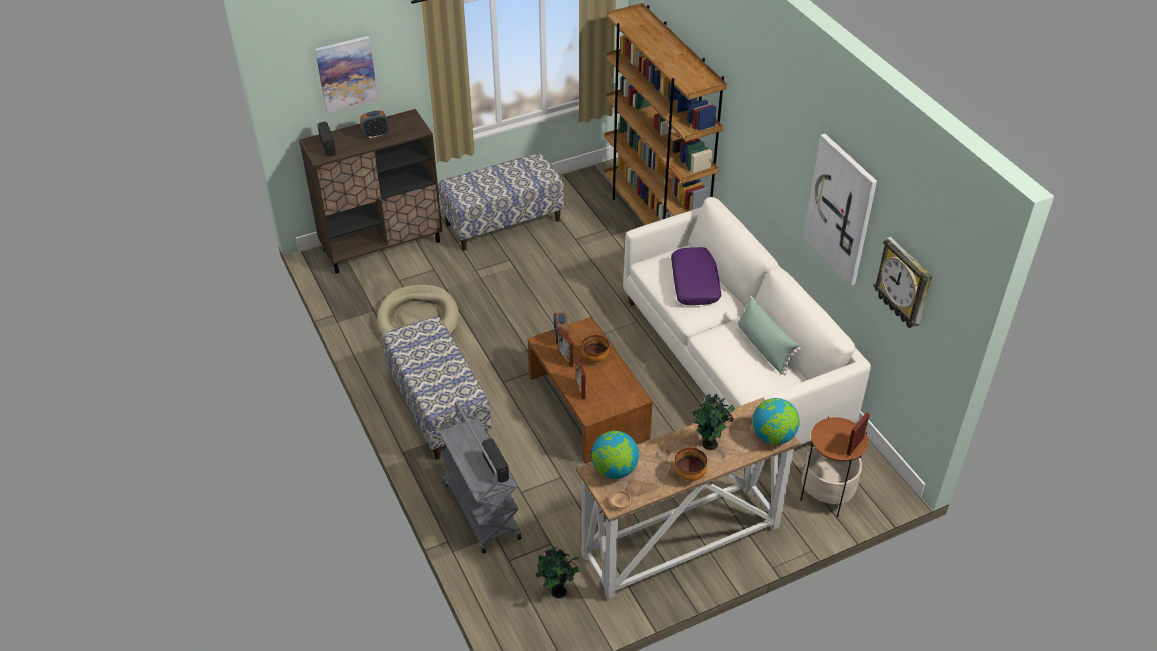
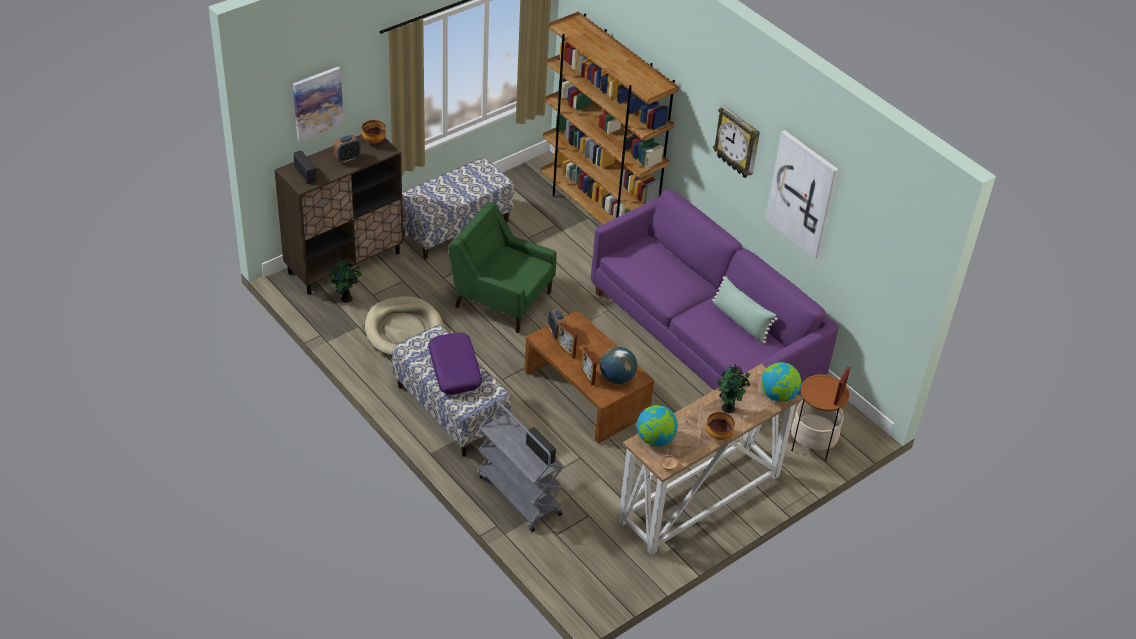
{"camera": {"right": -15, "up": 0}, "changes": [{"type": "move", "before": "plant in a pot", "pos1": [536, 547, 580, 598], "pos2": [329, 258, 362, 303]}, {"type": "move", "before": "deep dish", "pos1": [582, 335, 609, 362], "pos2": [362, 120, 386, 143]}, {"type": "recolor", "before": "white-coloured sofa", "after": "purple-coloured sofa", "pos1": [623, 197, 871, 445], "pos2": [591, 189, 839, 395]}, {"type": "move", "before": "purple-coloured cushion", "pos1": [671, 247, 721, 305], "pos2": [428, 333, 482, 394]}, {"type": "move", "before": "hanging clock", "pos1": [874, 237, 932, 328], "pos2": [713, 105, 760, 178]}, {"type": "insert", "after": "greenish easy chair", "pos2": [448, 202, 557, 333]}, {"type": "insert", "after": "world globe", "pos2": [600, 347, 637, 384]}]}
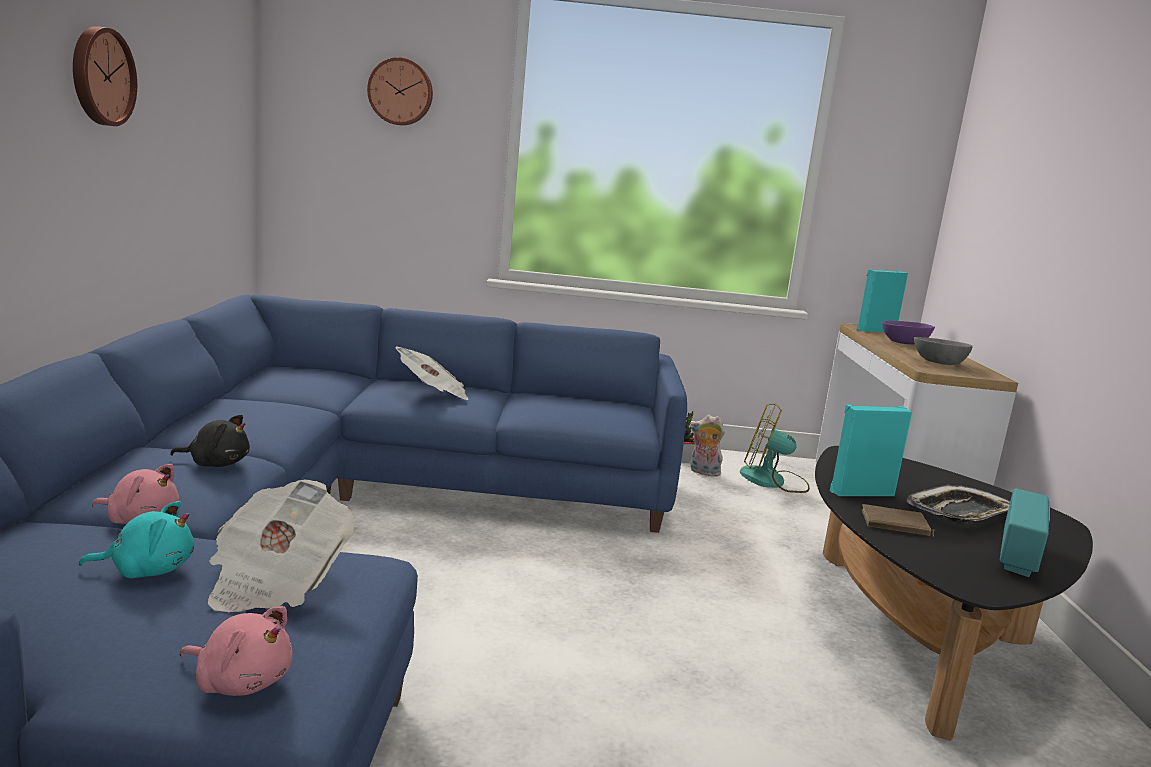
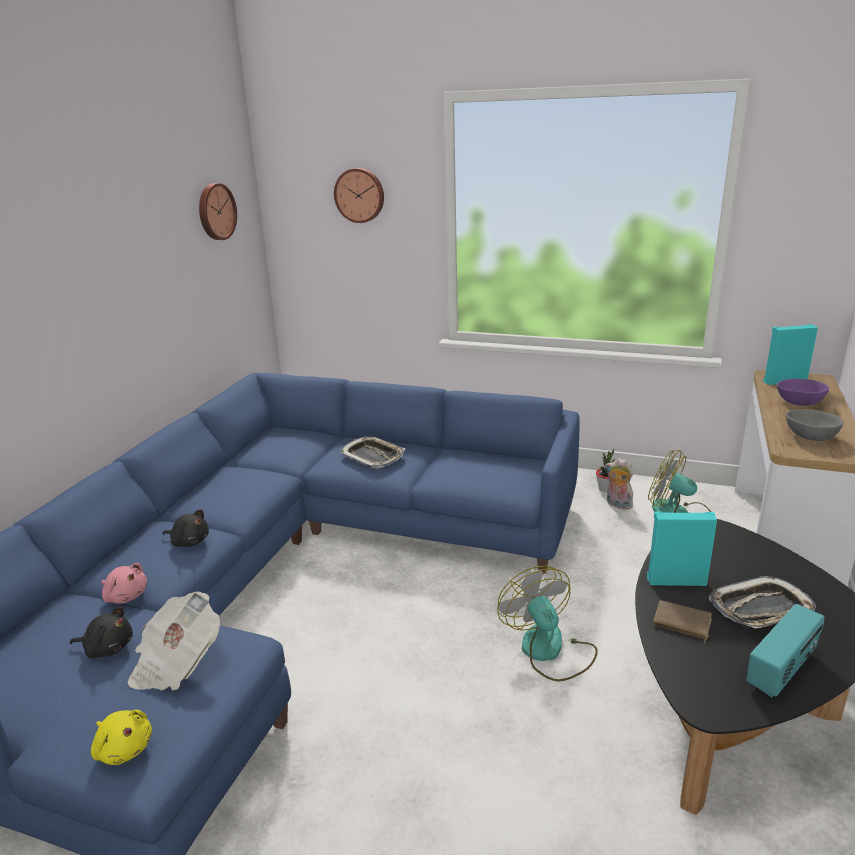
{"camera": {"right": 20, "up": 10}, "changes": [{"type": "move", "before": "hanging clock", "pos1": [73, 26, 137, 126], "pos2": [199, 183, 237, 240]}, {"type": "recolor", "before": "turquoise plush toy", "after": "black-coloured plush toy", "pos1": [79, 501, 194, 578], "pos2": [70, 607, 133, 659]}, {"type": "recolor", "before": "pink plush toy", "after": "yellow-coloured plush toy", "pos1": [180, 606, 293, 696], "pos2": [91, 710, 152, 765]}, {"type": "replace", "before": "daily paper", "after": "carrying tray", "pos1": [395, 347, 468, 400], "pos2": [340, 436, 405, 468]}, {"type": "insert", "after": "electric fan", "pos2": [497, 566, 598, 682]}]}
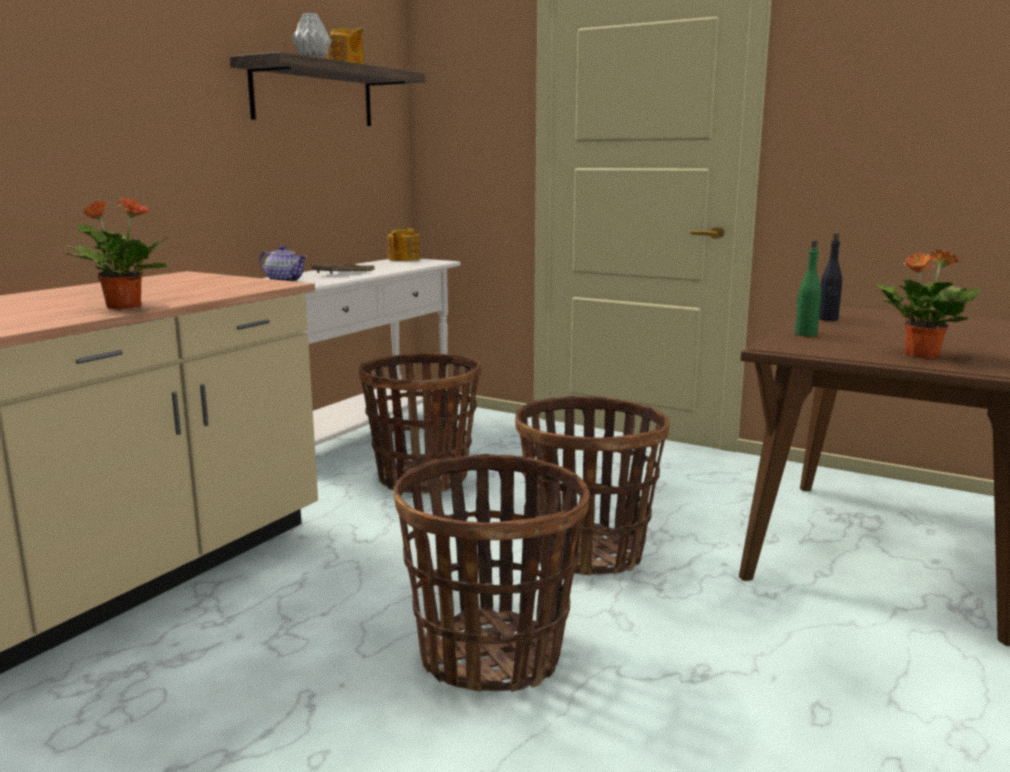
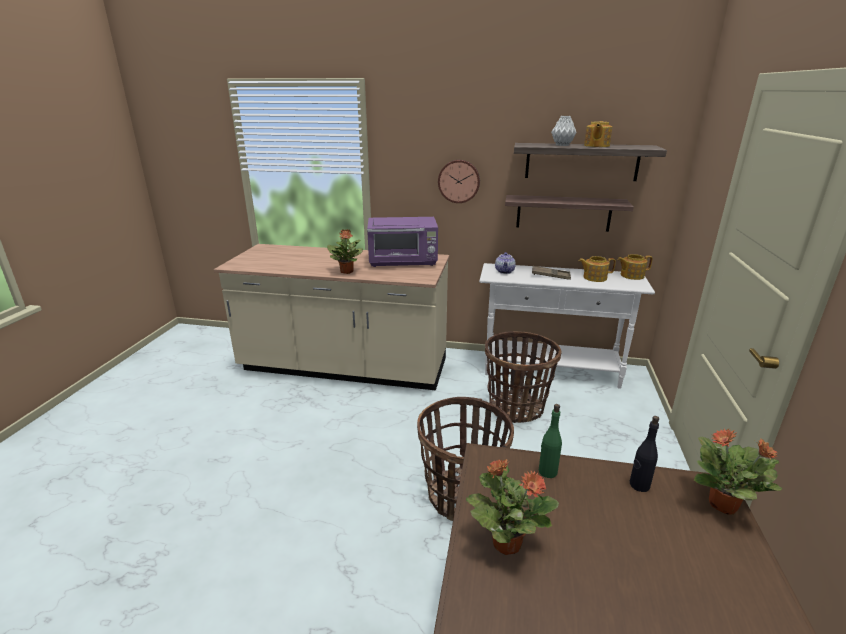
{"camera": {"right": 70, "up": 10}, "changes": [{"type": "delete", "before": "household basket", "pos1": [393, 454, 590, 692]}, {"type": "insert", "after": "purple-coloured microwave", "pos2": [367, 217, 438, 267]}, {"type": "insert", "after": "hanging clock", "pos2": [438, 160, 480, 203]}, {"type": "insert", "after": "bracket shelf", "pos2": [505, 195, 634, 232]}, {"type": "insert", "after": "teapot", "pos2": [579, 256, 616, 282]}, {"type": "insert", "after": "plant in a pot", "pos2": [694, 429, 783, 515]}]}
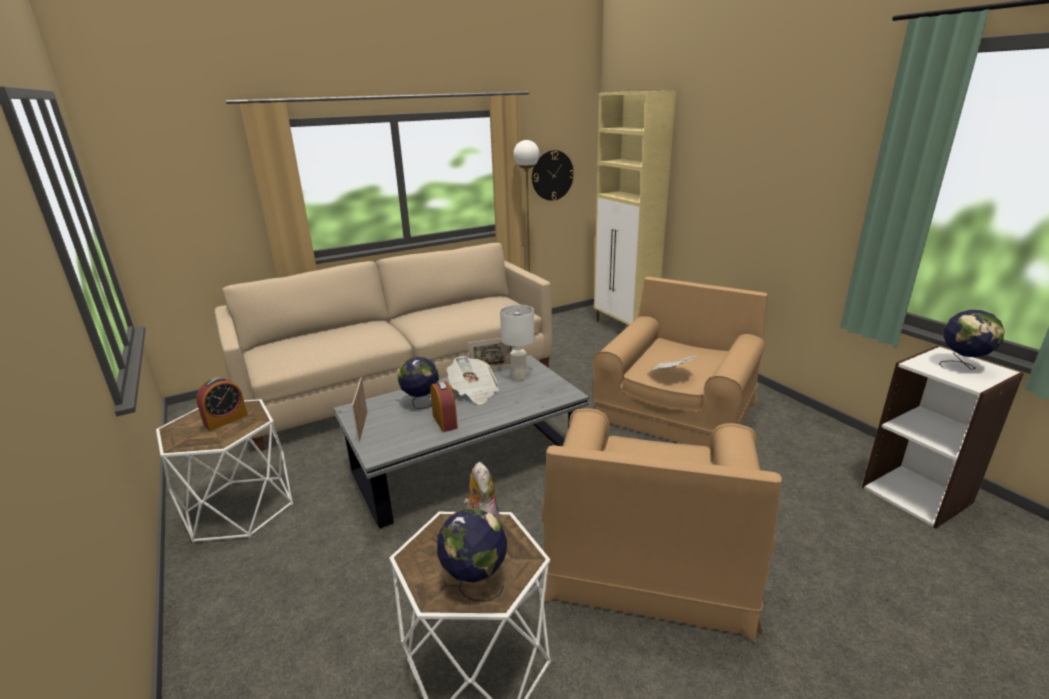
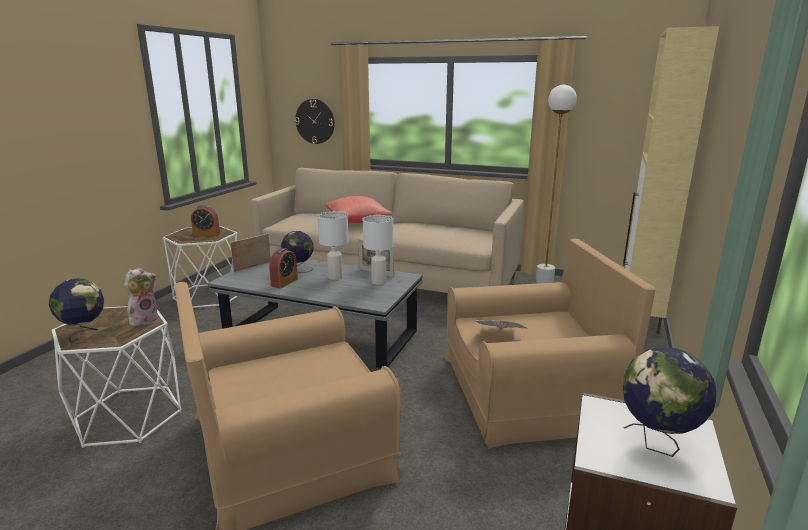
{"camera": {"right": 50, "up": -5}, "changes": [{"type": "replace", "before": "daily paper", "after": "white-coloured table lamp", "pos1": [447, 356, 499, 405], "pos2": [318, 211, 349, 280]}, {"type": "move", "before": "hanging clock", "pos1": [532, 150, 574, 201], "pos2": [295, 99, 335, 144]}, {"type": "insert", "after": "reddish cushion", "pos2": [325, 196, 393, 223]}]}
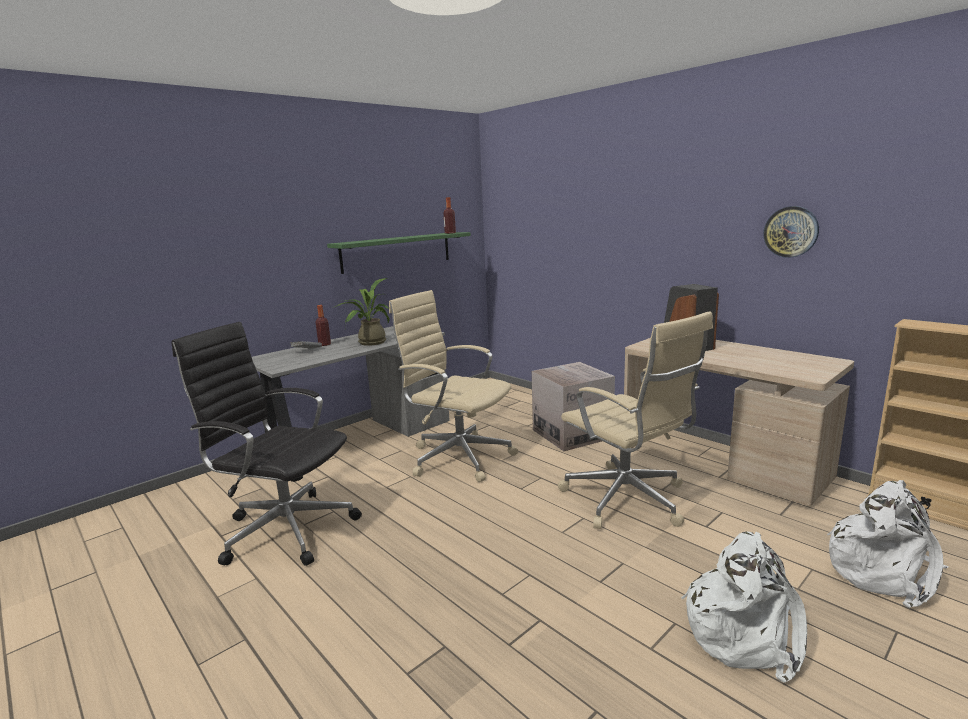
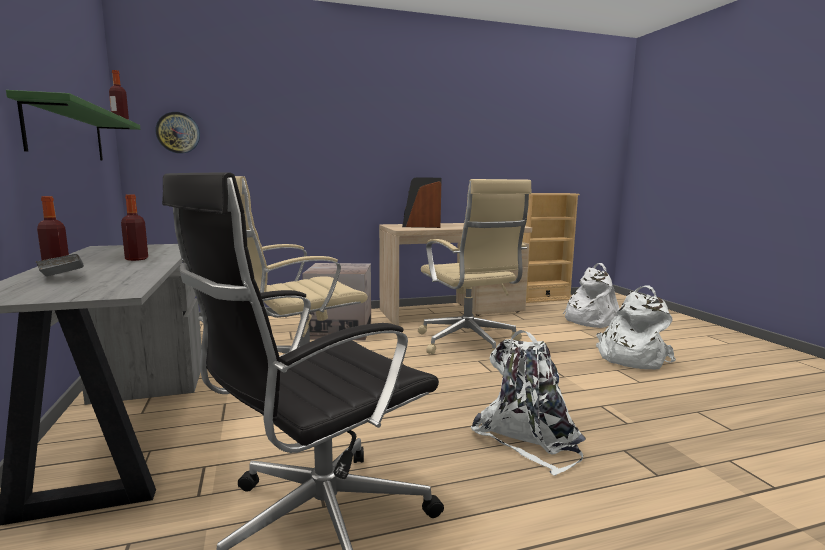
{"camera": {"right": -65, "up": -5}, "changes": [{"type": "replace", "before": "plant in a pot", "after": "bottle", "pos1": [335, 278, 389, 346], "pos2": [121, 194, 148, 261]}, {"type": "rotate", "before": "beige office chair", "pos1": [558, 311, 713, 529], "pos2": [418, 179, 532, 354], "turn": 75}, {"type": "move", "before": "hanging clock", "pos1": [763, 206, 819, 258], "pos2": [156, 112, 200, 154]}, {"type": "insert", "after": "white-coloured rucksack", "pos2": [471, 330, 586, 476]}]}
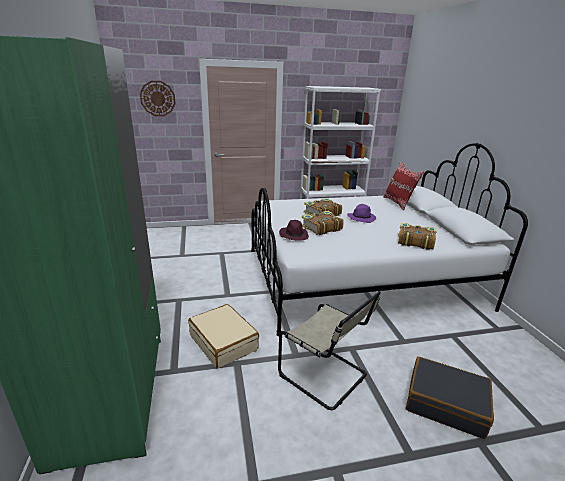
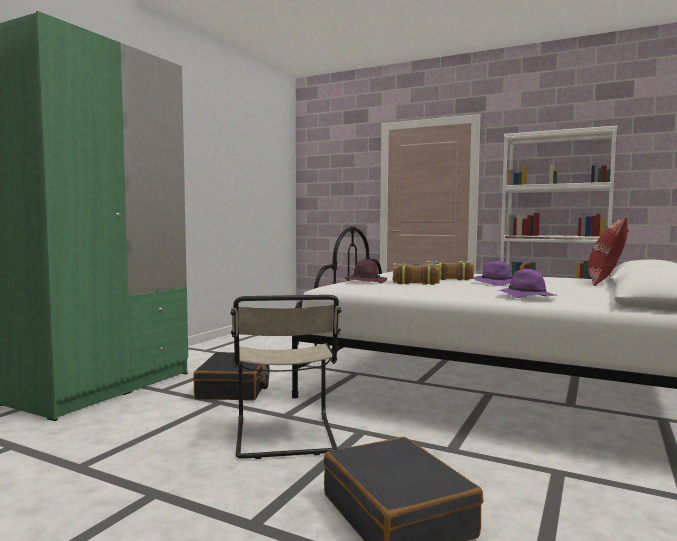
{"camera": {"right": 40, "up": -20}, "changes": [{"type": "delete", "before": "hanging clock", "pos1": [140, 81, 176, 116]}, {"type": "recolor", "before": "beige suitcase", "after": "black-coloured suitcase", "pos1": [188, 304, 259, 369], "pos2": [193, 352, 269, 401]}, {"type": "replace", "before": "bound book", "after": "purple-coloured wearable hat", "pos1": [398, 223, 437, 250], "pos2": [498, 269, 558, 298]}]}
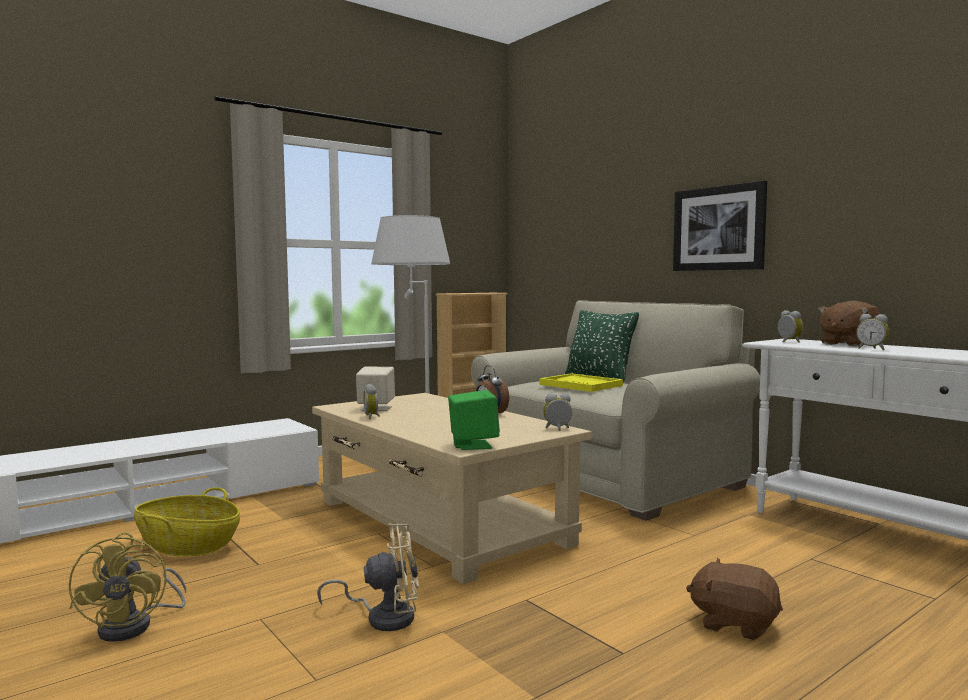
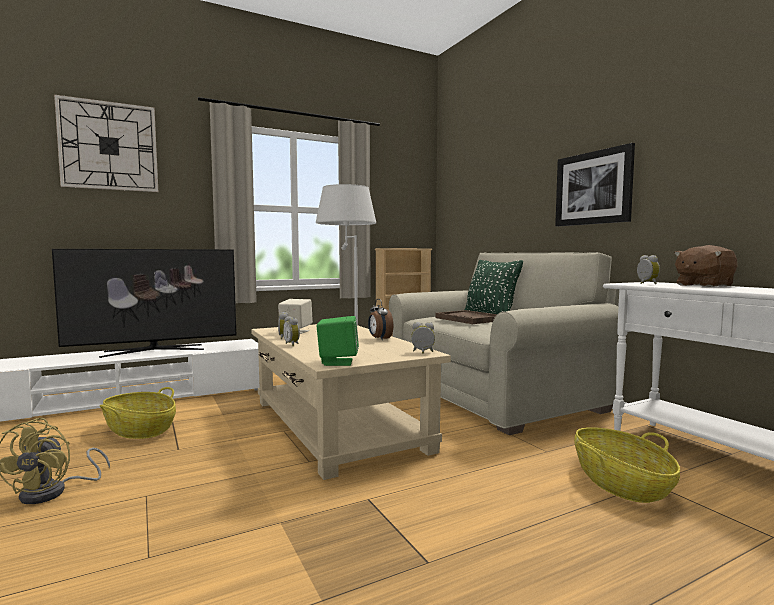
{"camera": {"right": 10, "up": 0}, "changes": [{"type": "delete", "before": "beige electric fan", "pos1": [317, 524, 419, 631]}, {"type": "recolor", "before": "yellow-coloured carrying tray", "after": "brown carrying tray", "pos1": [540, 373, 623, 392], "pos2": [436, 310, 497, 324]}, {"type": "delete", "before": "brown plush toy", "pos1": [686, 558, 783, 640]}, {"type": "move", "before": "alarm clock", "pos1": [856, 314, 890, 350], "pos2": [283, 316, 300, 346]}, {"type": "insert", "after": "TV set", "pos2": [52, 249, 236, 358]}, {"type": "insert", "after": "hanging clock", "pos2": [54, 95, 158, 192]}, {"type": "insert", "after": "household basket", "pos2": [574, 427, 680, 503]}]}
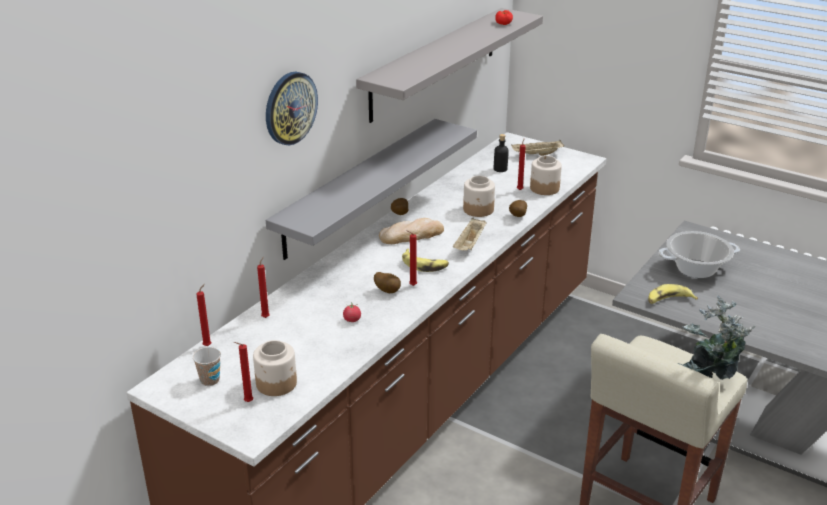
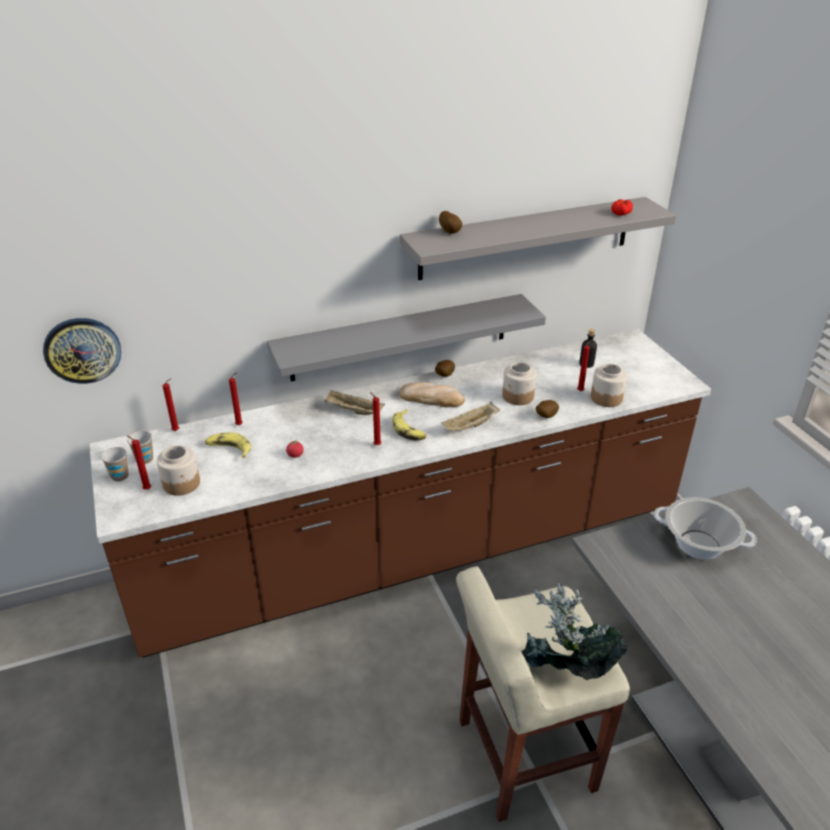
{"camera": {"right": 35, "up": 5}, "changes": [{"type": "move", "before": "hanging clock", "pos1": [266, 72, 318, 145], "pos2": [43, 318, 121, 384]}, {"type": "move", "before": "potato", "pos1": [374, 272, 401, 293], "pos2": [439, 211, 462, 234]}, {"type": "move", "before": "beige carrying tray", "pos1": [511, 140, 564, 156], "pos2": [324, 390, 385, 415]}, {"type": "move", "before": "whole banana", "pos1": [648, 284, 698, 304], "pos2": [205, 432, 251, 458]}, {"type": "insert", "after": "drinking cup", "pos2": [101, 447, 129, 482]}]}
